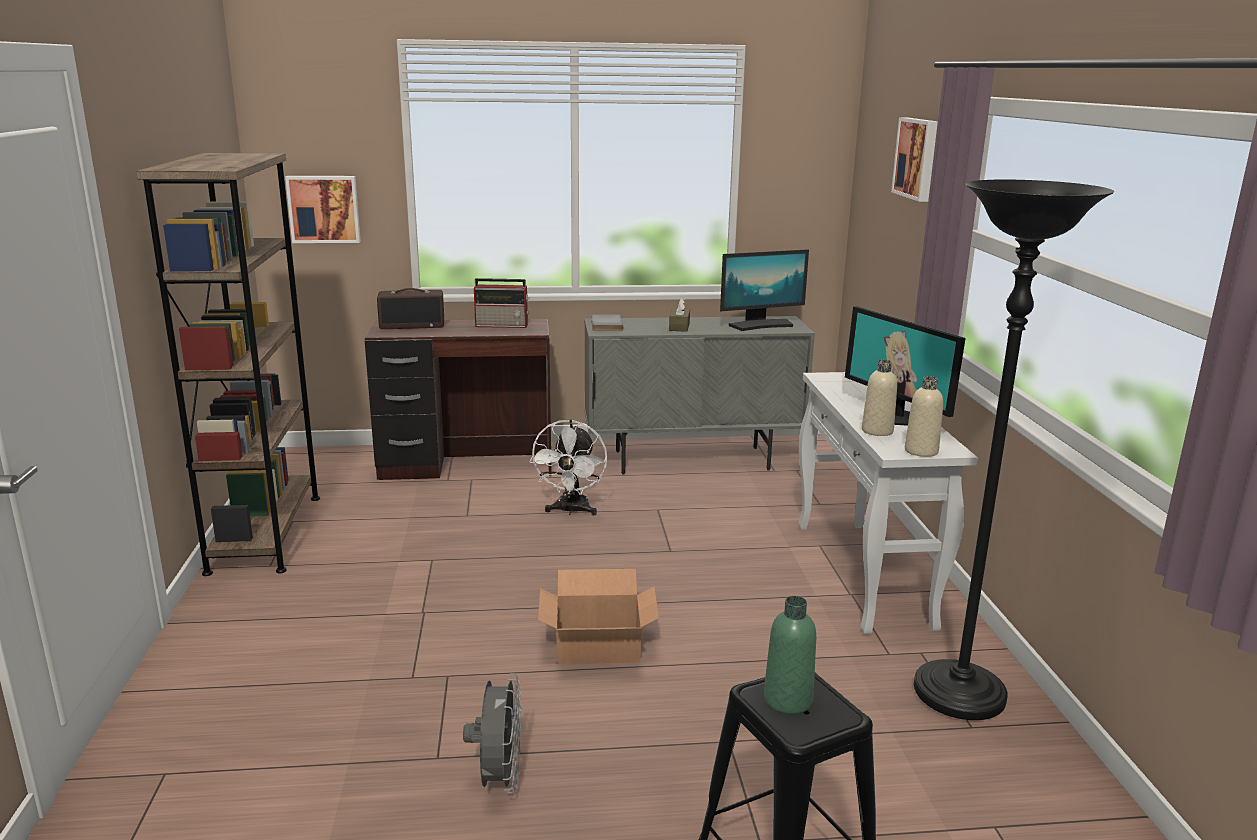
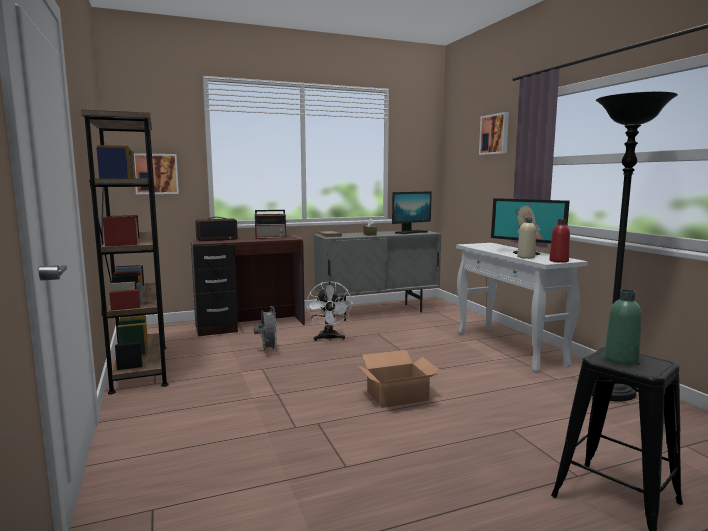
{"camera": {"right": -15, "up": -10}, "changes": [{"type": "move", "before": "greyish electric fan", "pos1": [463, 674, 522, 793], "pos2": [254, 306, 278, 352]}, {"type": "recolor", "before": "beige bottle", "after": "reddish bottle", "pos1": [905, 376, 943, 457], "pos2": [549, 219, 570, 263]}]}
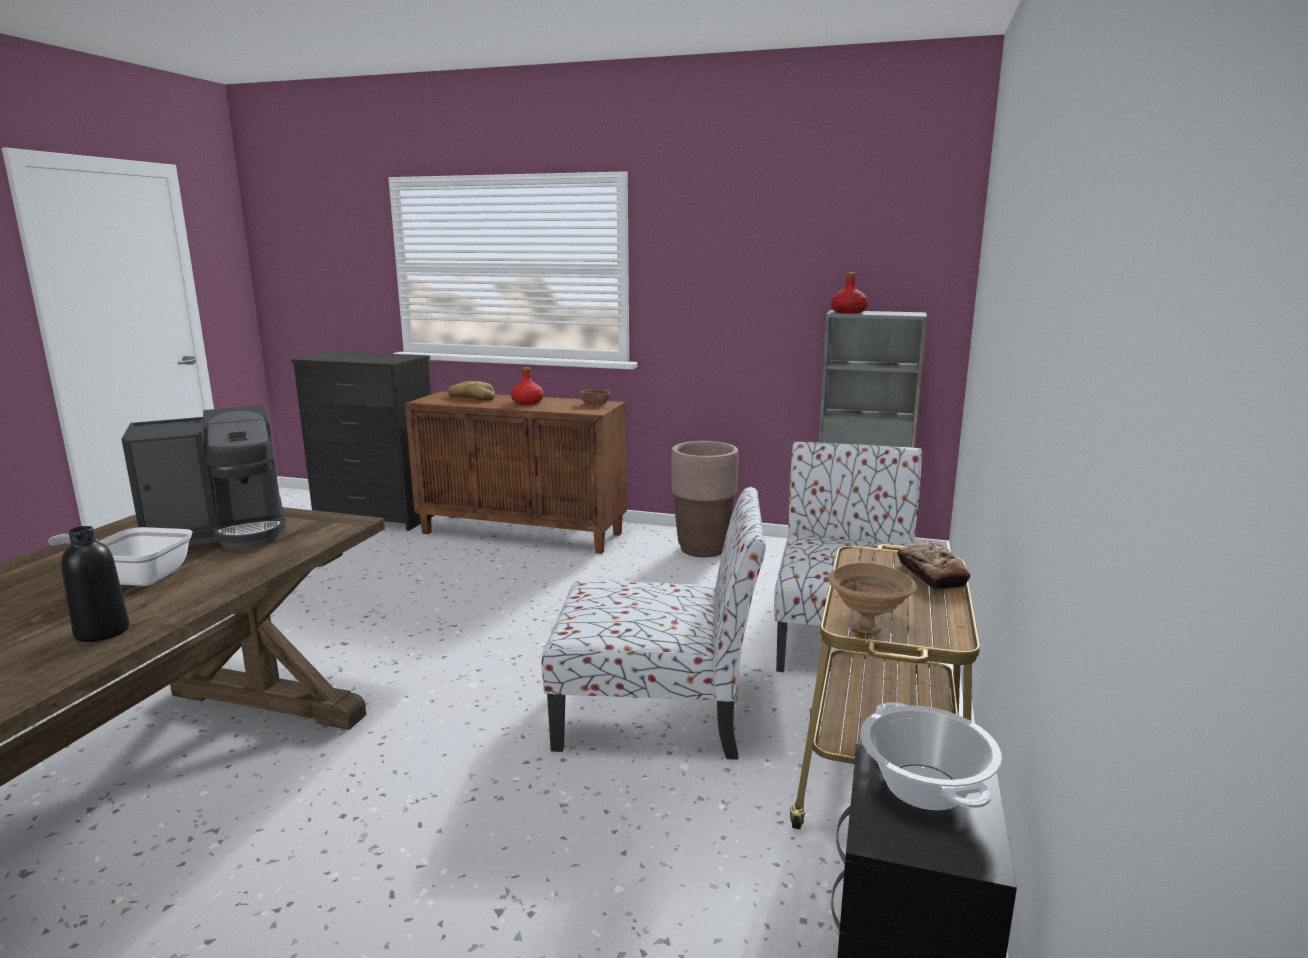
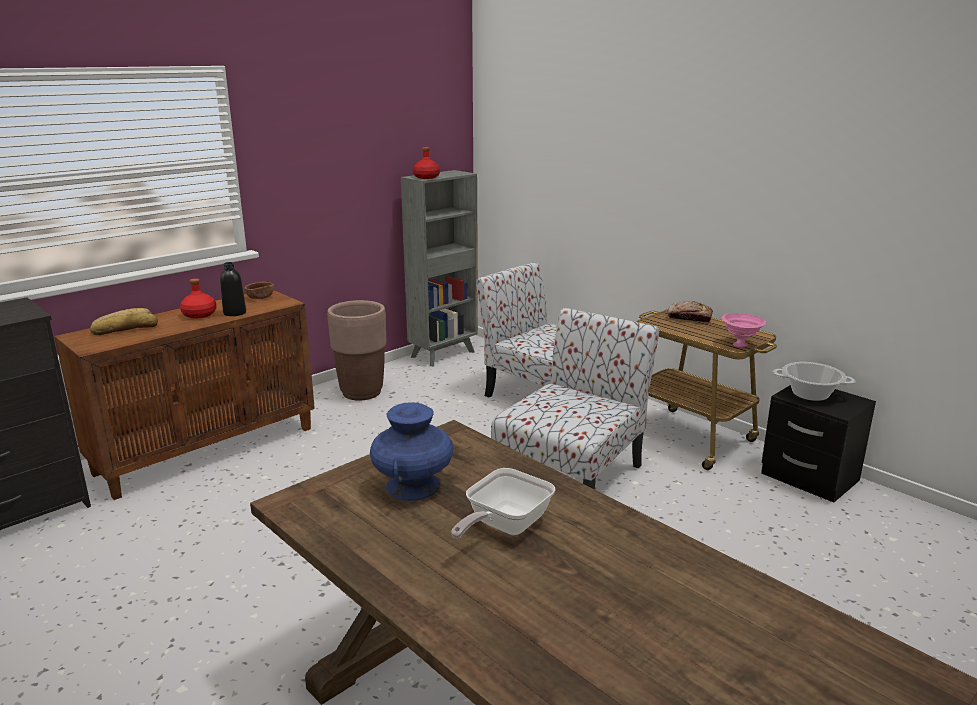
{"camera": {"right": -60, "up": 5}, "changes": [{"type": "move", "before": "black-coloured bottle", "pos1": [61, 526, 129, 642], "pos2": [220, 262, 246, 316]}, {"type": "replace", "before": "coffee maker", "after": "blue decorative vase", "pos1": [122, 405, 286, 549], "pos2": [370, 402, 453, 501]}, {"type": "recolor", "before": "brown deep dish", "after": "pink deep dish", "pos1": [828, 563, 917, 633], "pos2": [722, 313, 766, 347]}]}
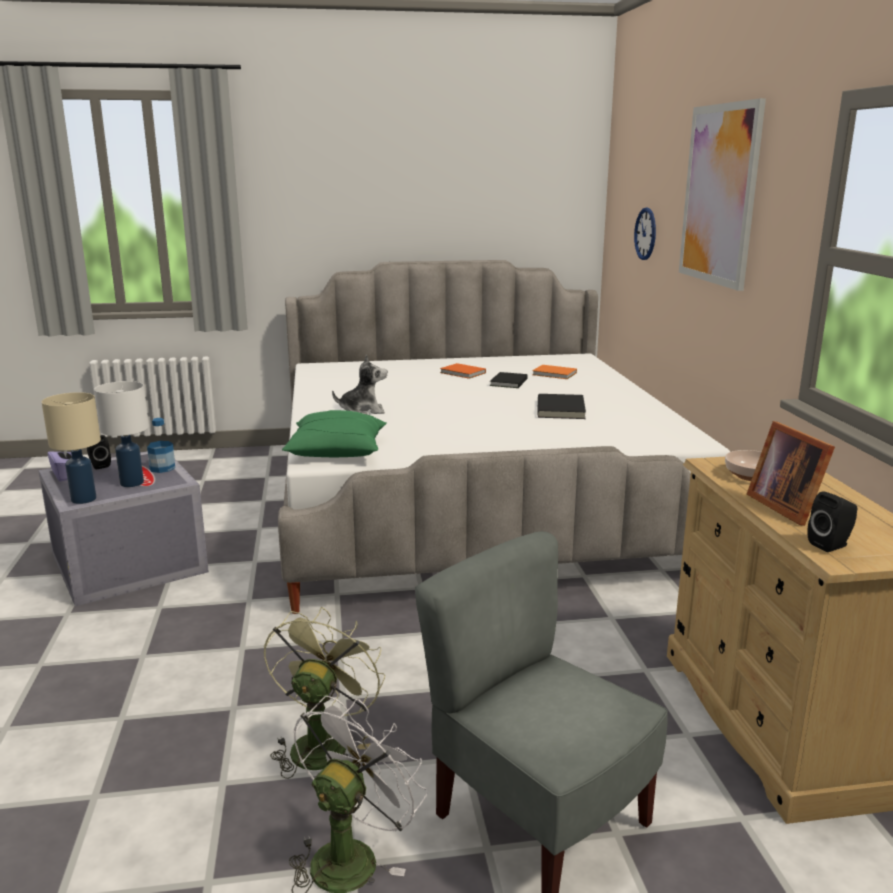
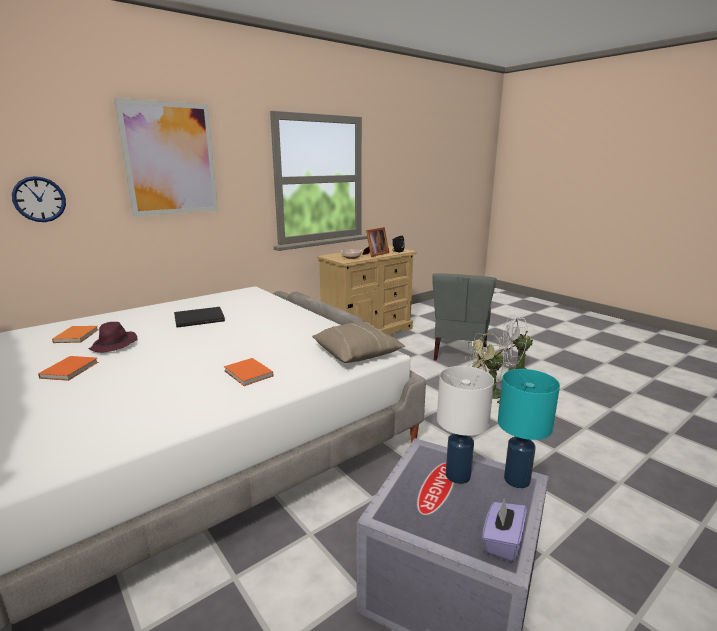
{"camera": {"right": -120, "up": 0}, "changes": [{"type": "recolor", "before": "beige table lamp", "after": "turquoise table lamp", "pos1": [42, 392, 101, 504], "pos2": [498, 369, 560, 488]}, {"type": "delete", "before": "black-coloured loudspeaker", "pos1": [87, 435, 111, 470]}, {"type": "delete", "before": "bottle", "pos1": [147, 418, 175, 473]}, {"type": "recolor", "before": "greenish cushion", "after": "beige cushion", "pos1": [282, 410, 387, 457], "pos2": [312, 322, 405, 363]}, {"type": "replace", "before": "plush toy", "after": "orange-coloured bound book", "pos1": [332, 355, 387, 414], "pos2": [224, 358, 273, 386]}, {"type": "replace", "before": "black-coloured bound book", "after": "purple-coloured wearable hat", "pos1": [490, 372, 528, 388], "pos2": [88, 322, 137, 352]}]}
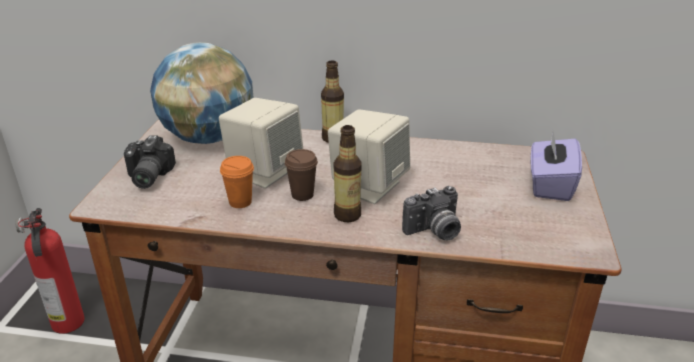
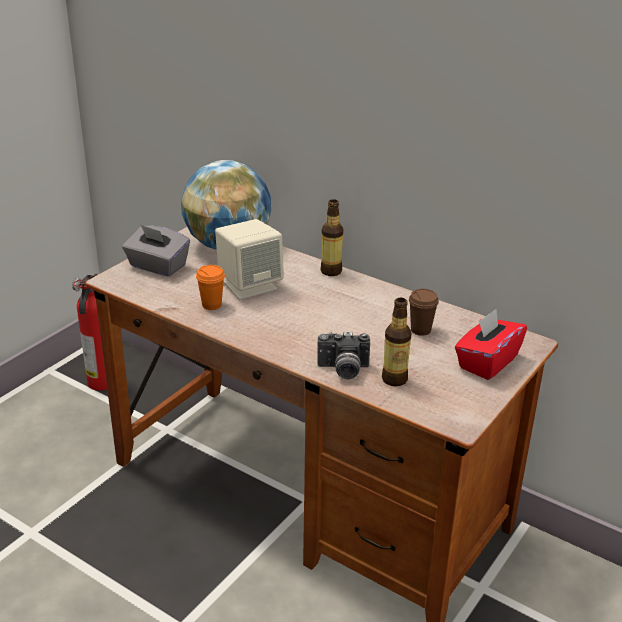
{"camera": {"right": 25, "up": 0}, "changes": [{"type": "replace", "before": "still camera", "after": "greyish box of tissues", "pos1": [124, 135, 176, 189], "pos2": [122, 224, 190, 277]}, {"type": "move", "before": "brown drinking cup", "pos1": [285, 149, 318, 201], "pos2": [409, 289, 439, 336]}, {"type": "delete", "before": "beige loudspeaker", "pos1": [328, 109, 410, 204]}, {"type": "move", "before": "bottle", "pos1": [334, 125, 361, 222], "pos2": [382, 298, 411, 386]}, {"type": "recolor", "before": "purple-coloured box of tissues", "after": "reddish box of tissues", "pos1": [531, 131, 582, 201], "pos2": [455, 309, 527, 380]}]}
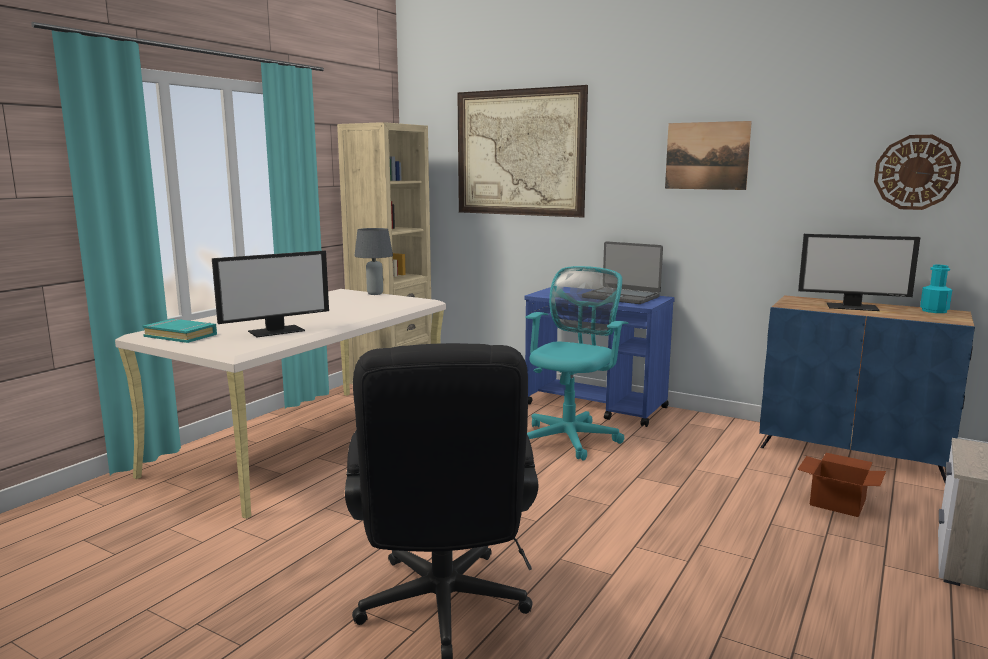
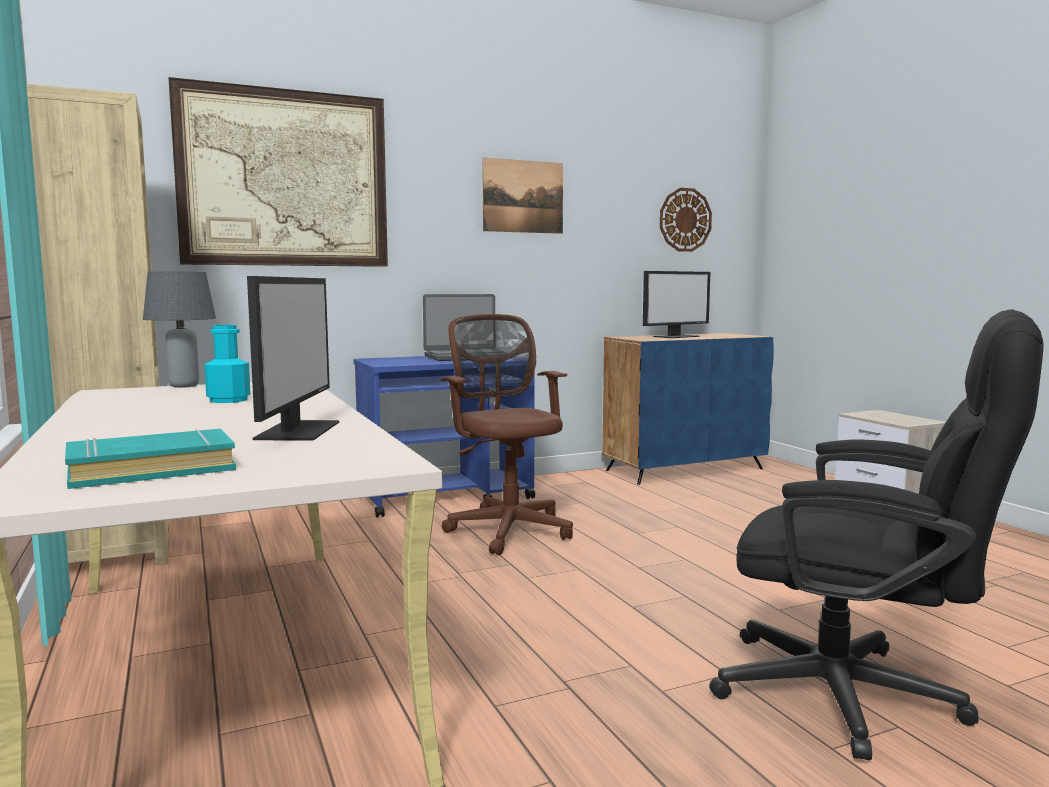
{"camera": {"right": -55, "up": -5}, "changes": [{"type": "recolor", "before": "turquoise office chair", "after": "brown office chair", "pos1": [525, 266, 628, 461], "pos2": [440, 314, 573, 555]}, {"type": "delete", "before": "carton", "pos1": [797, 453, 886, 517]}, {"type": "move", "before": "turquoise bottle", "pos1": [920, 265, 952, 313], "pos2": [204, 325, 251, 403]}]}
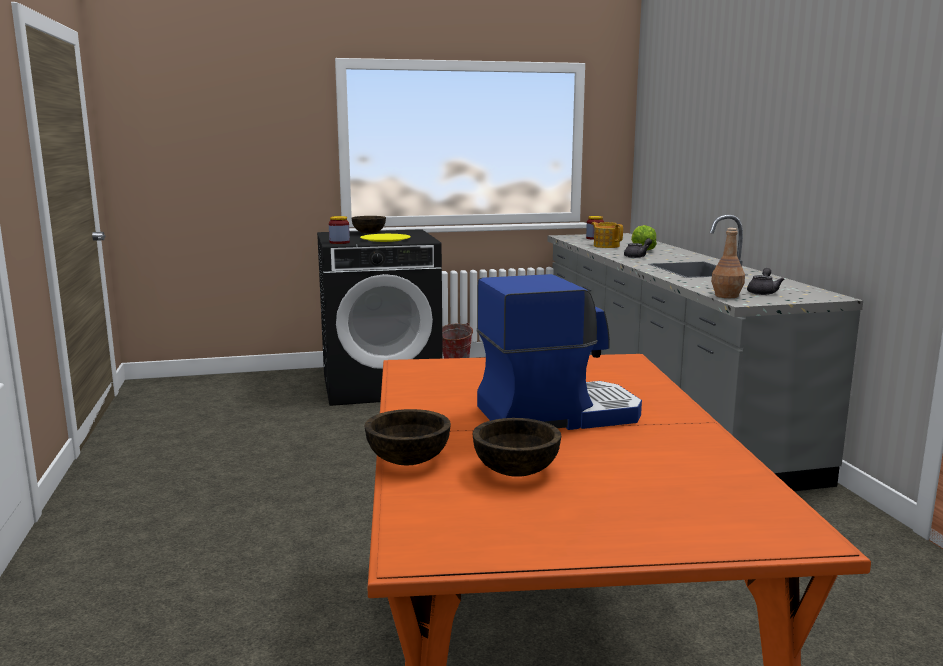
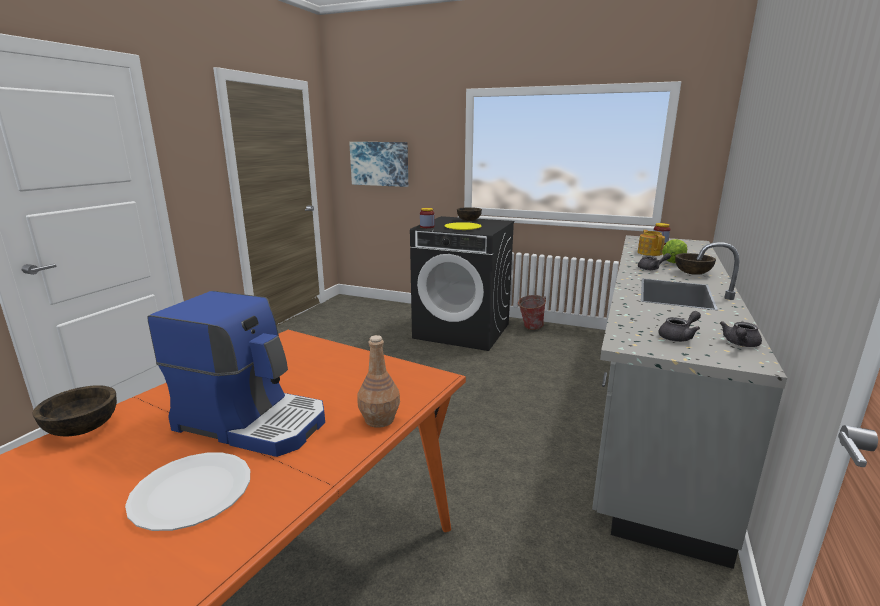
{"camera": {"right": 35, "up": 5}, "changes": [{"type": "move", "before": "brown deep dish", "pos1": [472, 418, 561, 477], "pos2": [675, 253, 716, 275]}, {"type": "move", "before": "brown bottle", "pos1": [711, 228, 745, 298], "pos2": [357, 335, 400, 428]}, {"type": "insert", "after": "white-coloured plate", "pos2": [125, 452, 250, 531]}, {"type": "insert", "after": "wall picture", "pos2": [349, 142, 408, 187]}, {"type": "insert", "after": "greyish teapot", "pos2": [720, 321, 762, 347]}]}
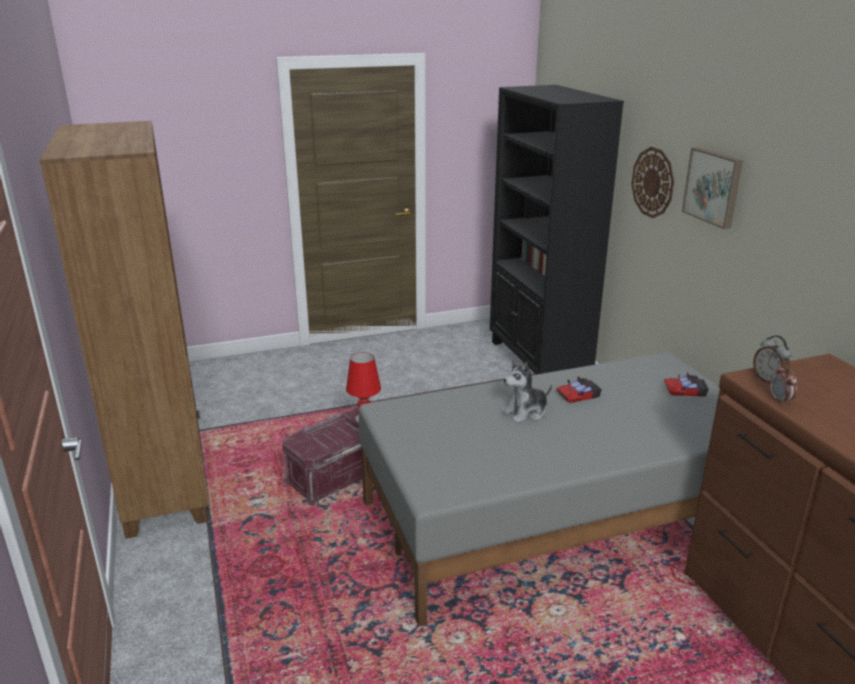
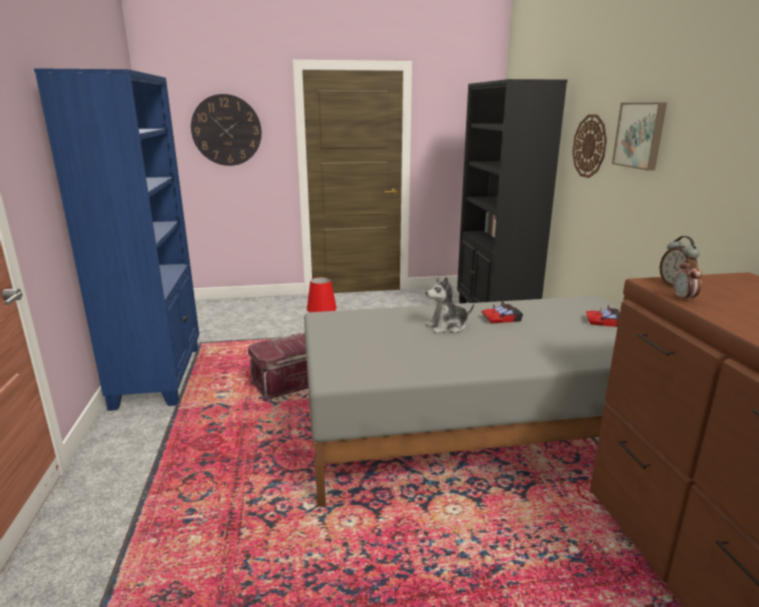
{"camera": {"right": 10, "up": -5}, "changes": [{"type": "recolor", "before": "brown bookshelf", "after": "blue bookshelf", "pos1": [39, 121, 209, 539], "pos2": [34, 68, 199, 411]}, {"type": "insert", "after": "hanging clock", "pos2": [191, 94, 262, 166]}]}
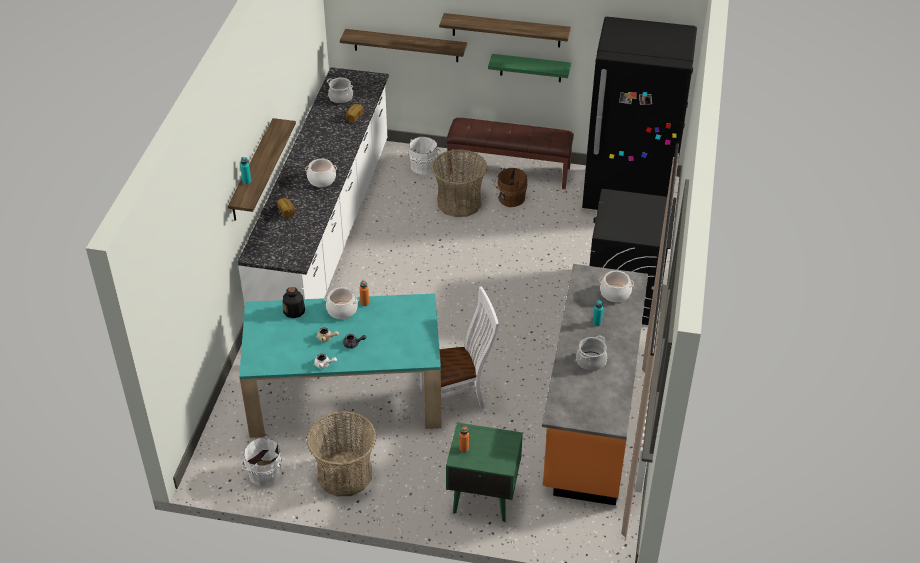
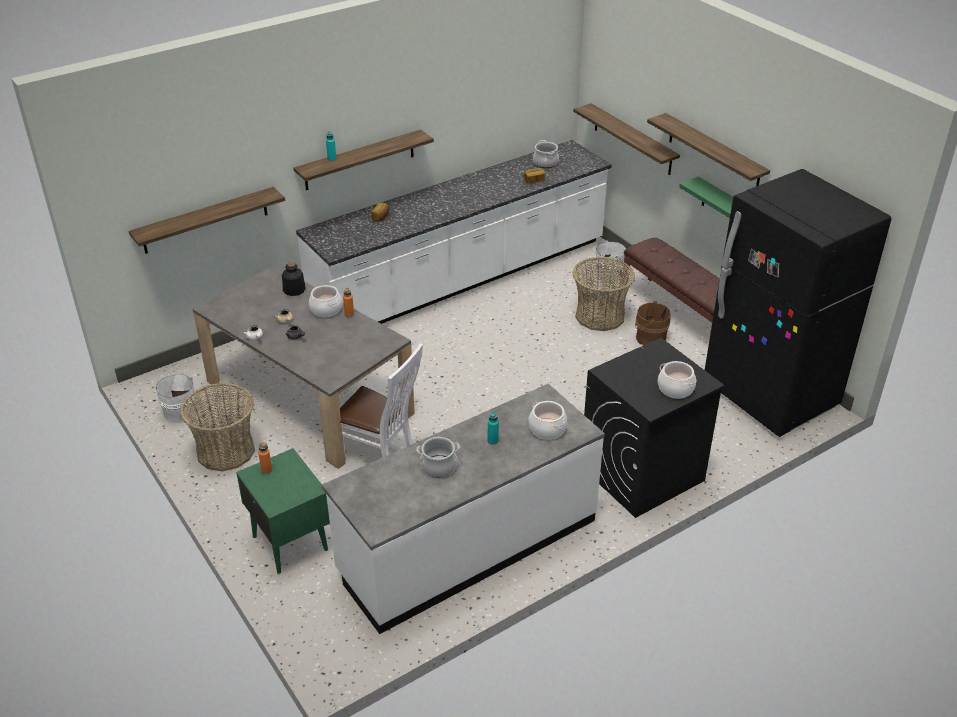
{"camera": {"right": 45, "up": -5}, "changes": [{"type": "recolor", "before": "turquoise dining table", "after": "greyish dining table", "pos1": [239, 293, 441, 438], "pos2": [193, 265, 415, 469]}, {"type": "move", "before": "cooking pot", "pos1": [305, 159, 337, 187], "pos2": [658, 361, 696, 399]}, {"type": "recolor", "before": "orange-coloured kitchen counter", "after": "white-coloured kitchen counter", "pos1": [542, 264, 648, 506], "pos2": [322, 384, 605, 634]}, {"type": "insert", "after": "bracket shelf", "pos2": [129, 187, 285, 254]}]}
